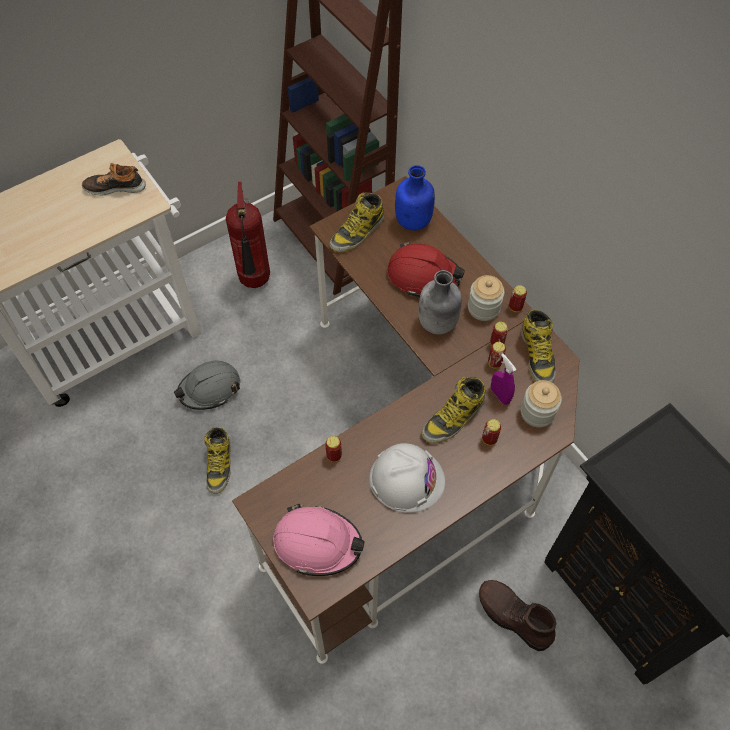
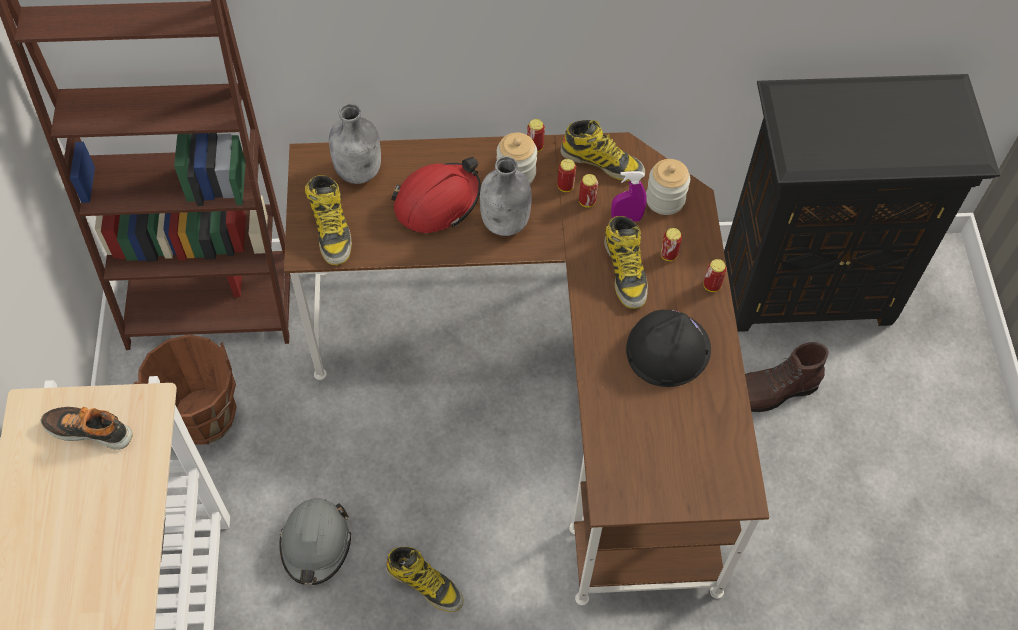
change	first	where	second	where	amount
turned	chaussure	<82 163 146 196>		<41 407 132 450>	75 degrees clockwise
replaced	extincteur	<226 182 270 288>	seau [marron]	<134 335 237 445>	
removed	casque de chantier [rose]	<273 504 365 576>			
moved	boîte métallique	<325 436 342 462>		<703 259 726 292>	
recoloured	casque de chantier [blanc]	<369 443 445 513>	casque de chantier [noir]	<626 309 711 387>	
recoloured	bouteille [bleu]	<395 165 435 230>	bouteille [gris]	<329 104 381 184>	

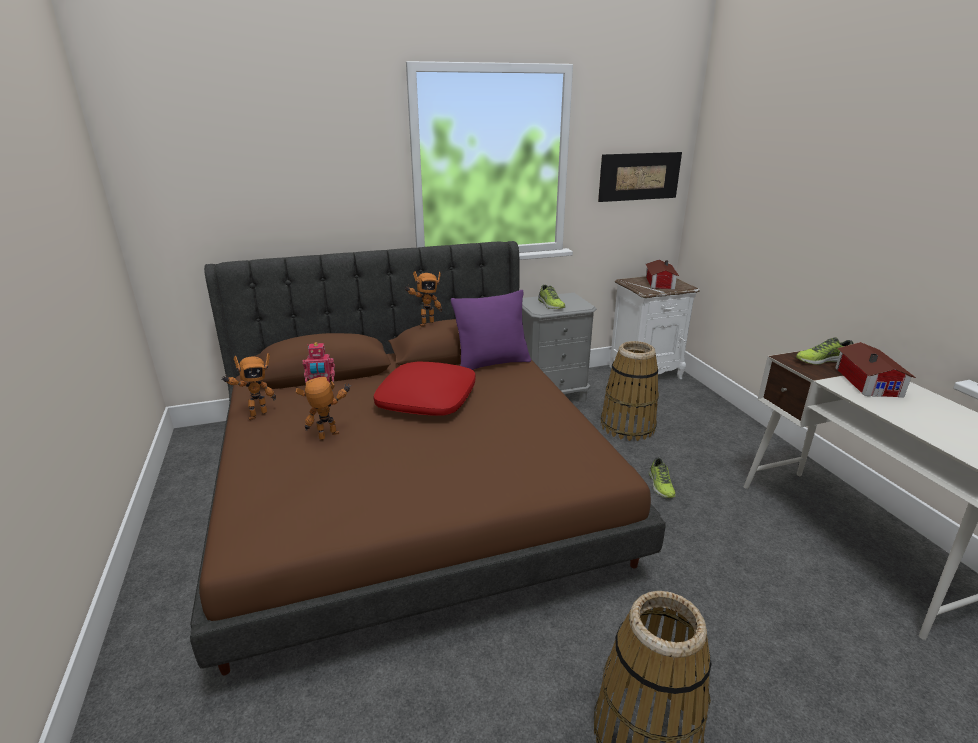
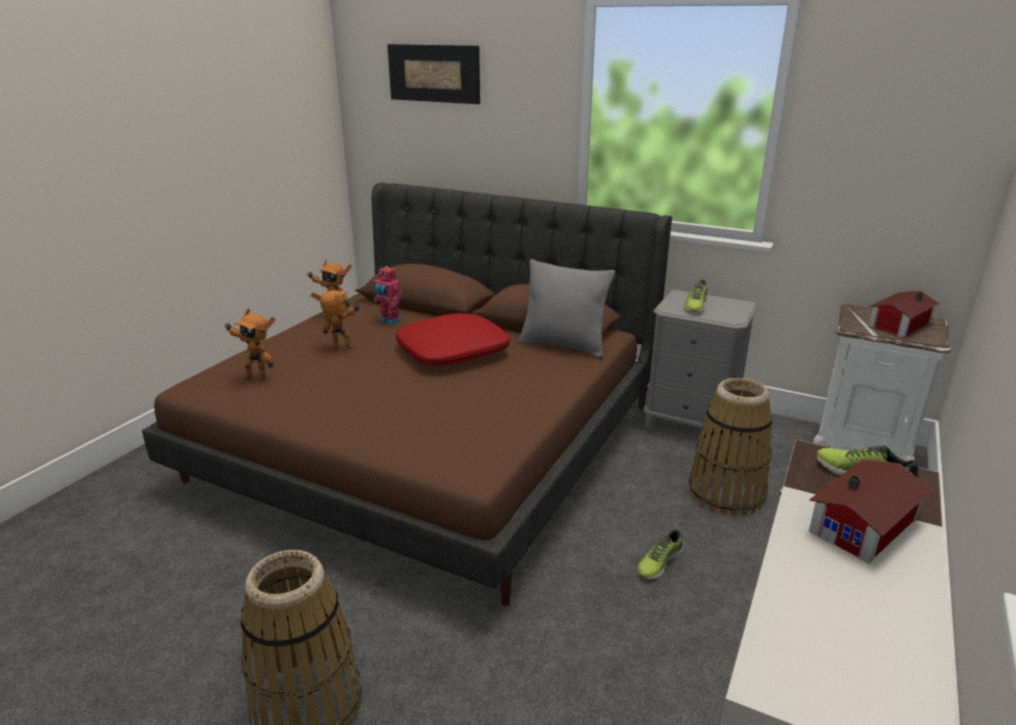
change	first	where	second	where	amount
moved	robot jouet	<404 271 442 326>		<224 308 276 379>	
recoloured	coussin [violet]	<451 290 531 370>	coussin [gris]	<518 259 615 358>	
moved	tableau	<598 152 682 202>		<387 44 480 104>	

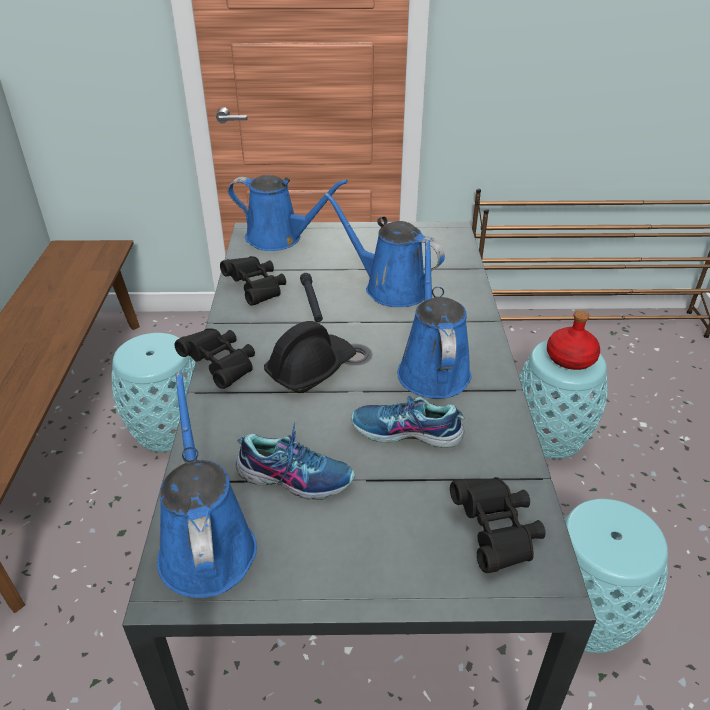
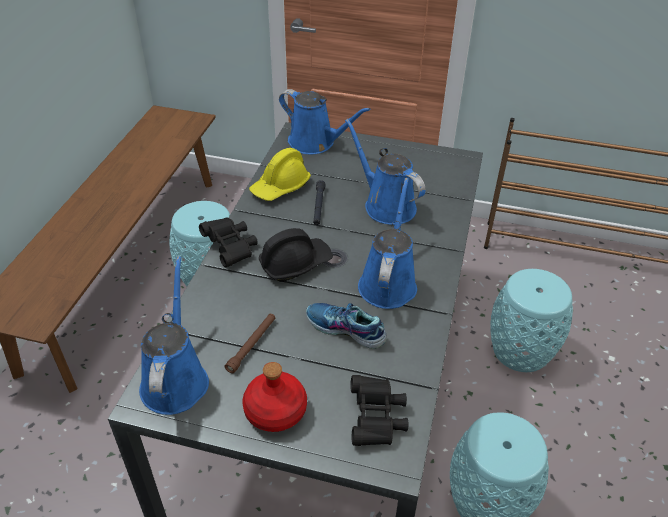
change	first	where	second	where	amount
replaced	jumelles [noir]	<220 256 286 306>	casque de chantier [jaune]	<249 148 311 201>	
replaced	chaussure	<236 422 355 500>	lampe de poche [marron]	<225 314 275 373>	
moved	bouteille [rouge]	<547 311 600 370>		<242 362 307 432>	

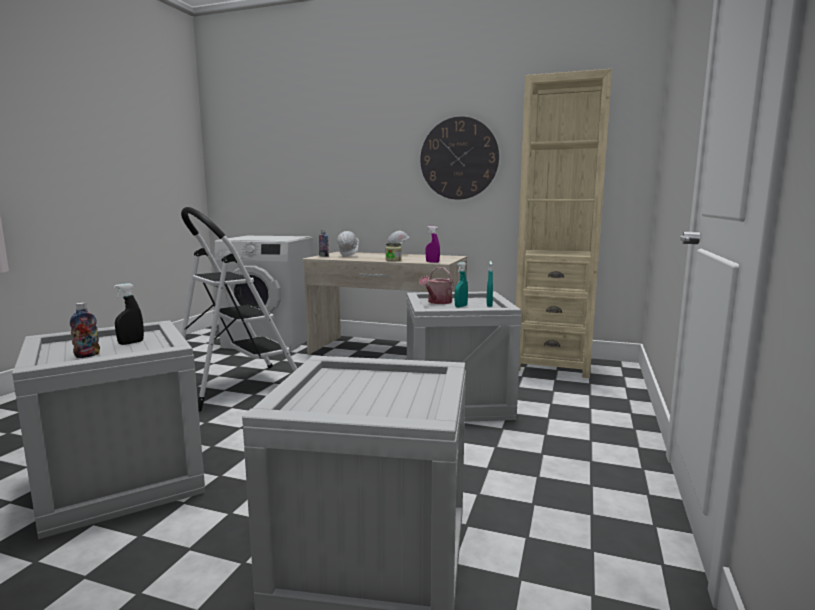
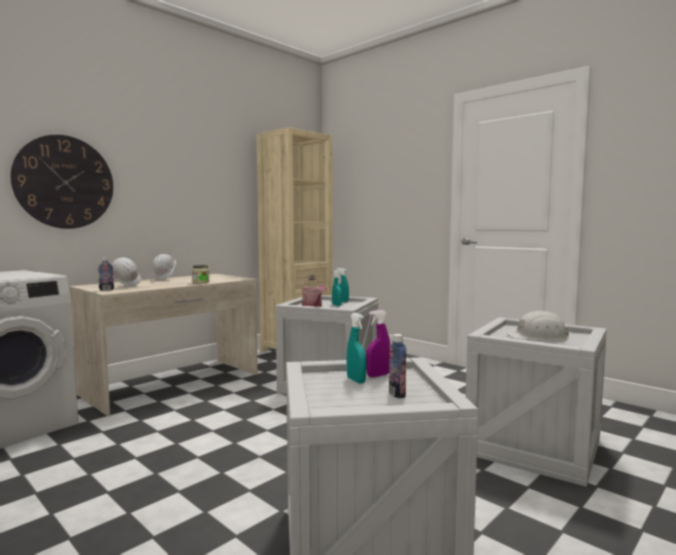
change	first	where	second	where	amount
recoloured	vaporisateur [noir]	<114 283 144 345>	vaporisateur [turquoise]	<347 313 367 384>	
removed	escabeau	<181 207 298 412>			
moved	horloge murale	<421 116 499 200>		<11 135 113 229>	
moved	vaporisateur [violet]	<426 226 440 263>		<366 310 390 377>	
added			casque de chantier [blanc]	<507 311 569 341>	

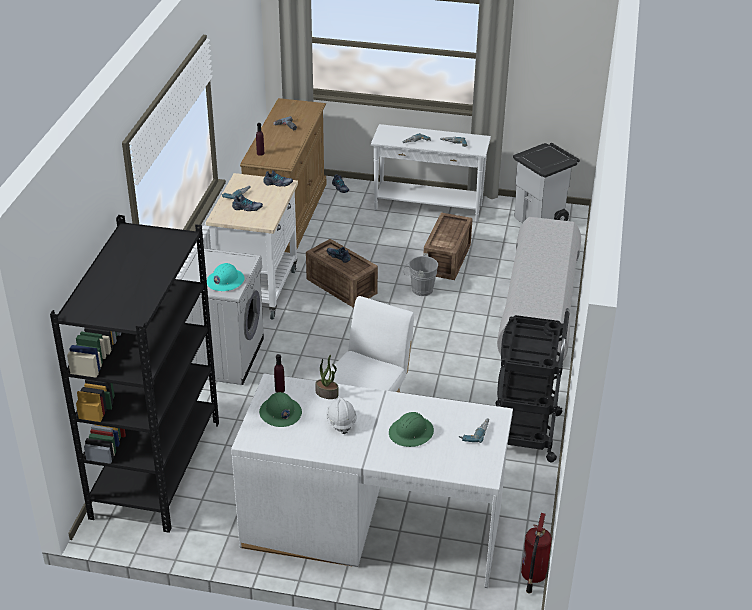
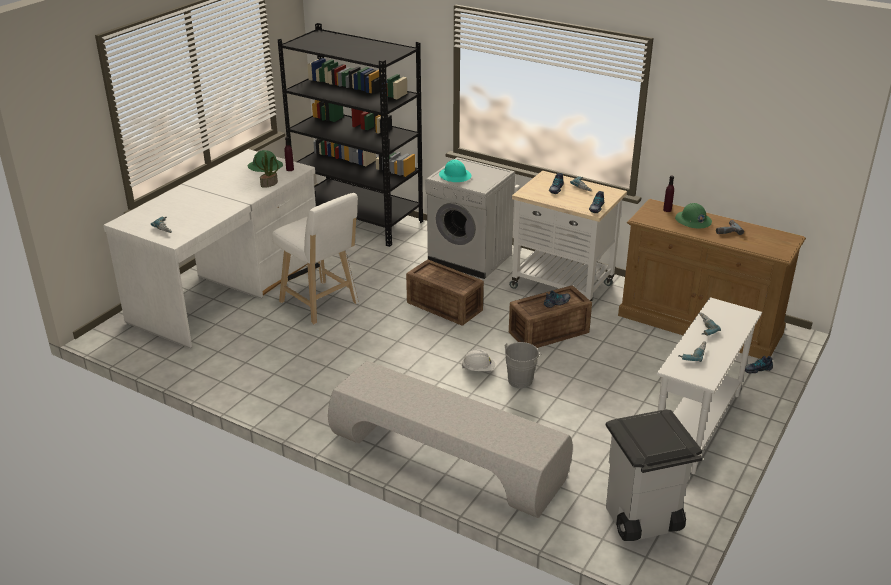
change	first	where	second	where	amount
moved	casque de chantier [blanc]	<326 397 357 434>		<462 349 495 371>	
moved	casque de chantier [vert]	<389 412 434 447>		<675 203 712 228>	
moved	caisse	<423 213 473 280>		<406 260 484 326>	
removed	chariot [noir]	<495 308 569 462>			
removed	extincteur	<521 513 552 594>			

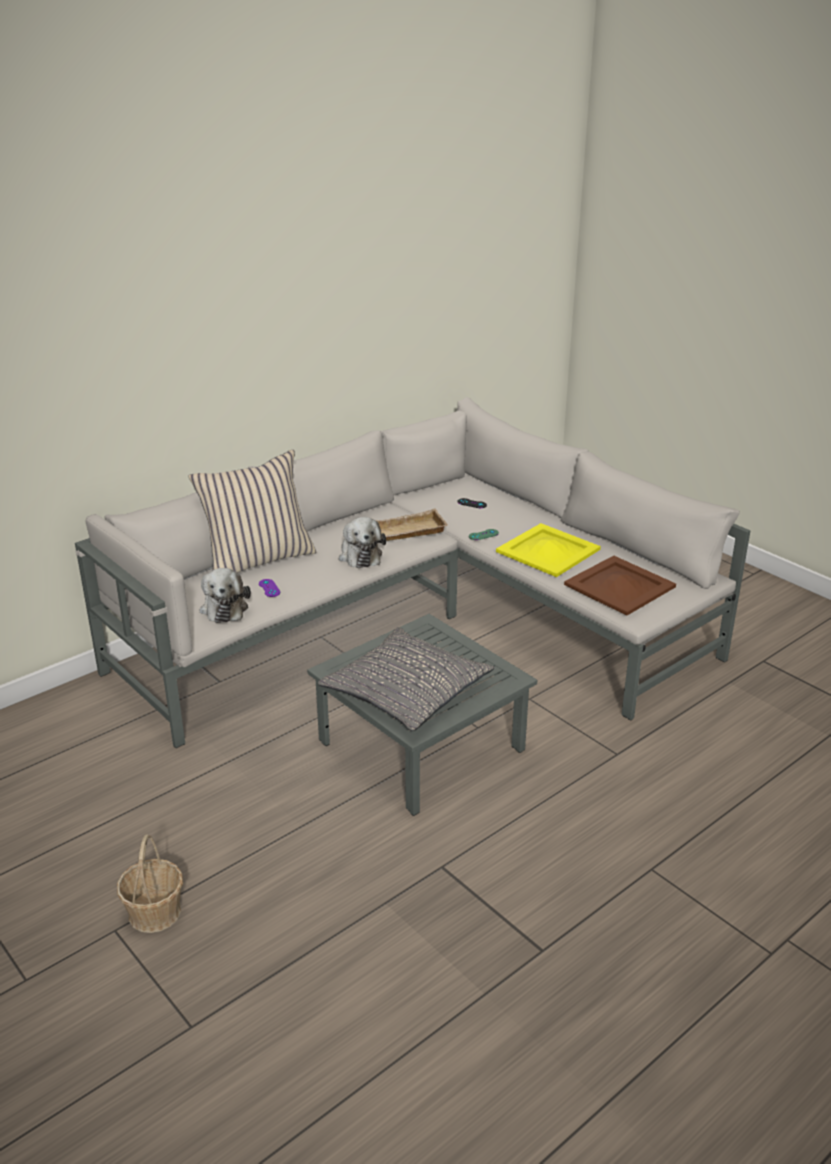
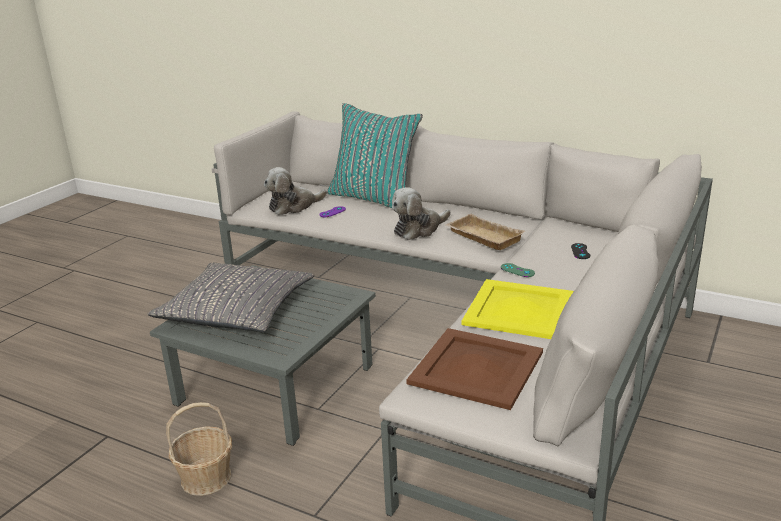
change	first	where	second	where	amount
moved	panier	<117 834 183 933>		<166 402 232 496>	
recoloured	coussin [beige]	<188 450 316 573>	coussin [turquoise]	<327 103 423 208>	

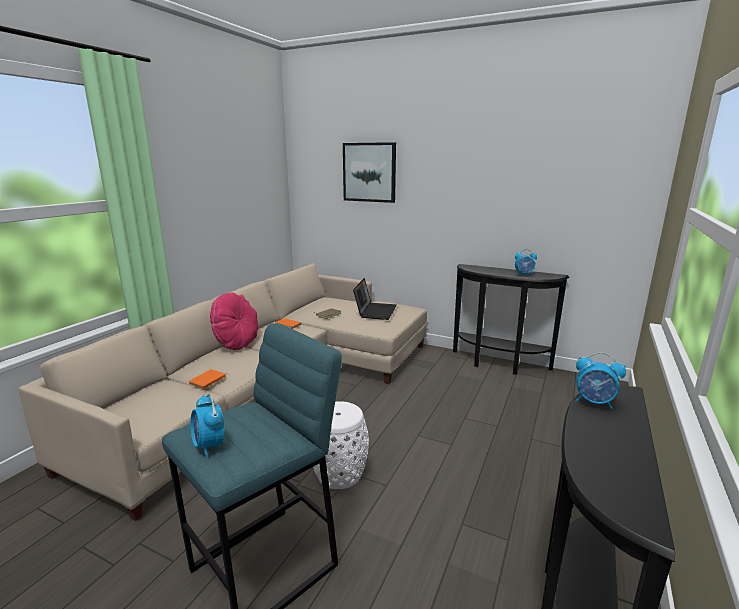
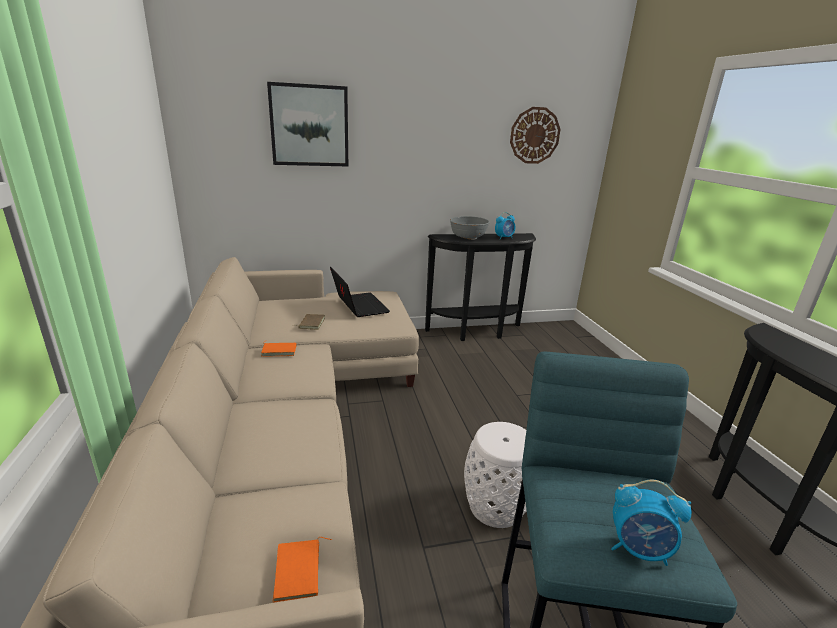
change	first	where	second	where	amount
moved	livre [orange]	<189 369 230 389>		<273 537 332 603>	
removed	coussin [rose]	<210 293 258 350>			
removed	réveil	<575 352 626 410>			
added			bol [gris]	<450 216 490 240>	
added			horloge murale	<510 107 561 164>	

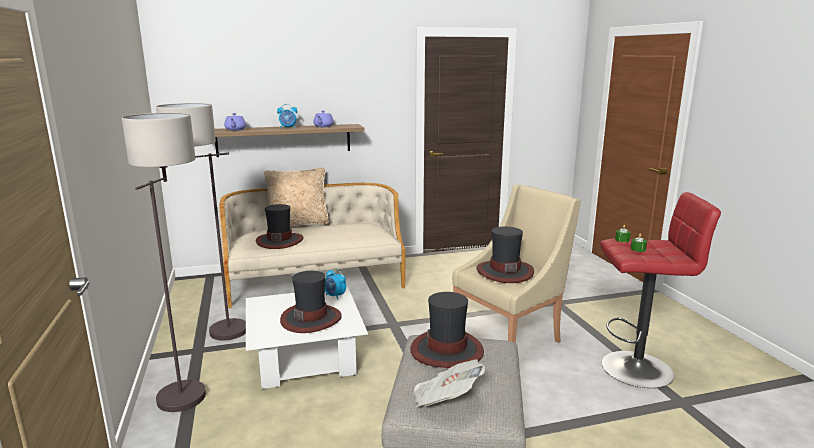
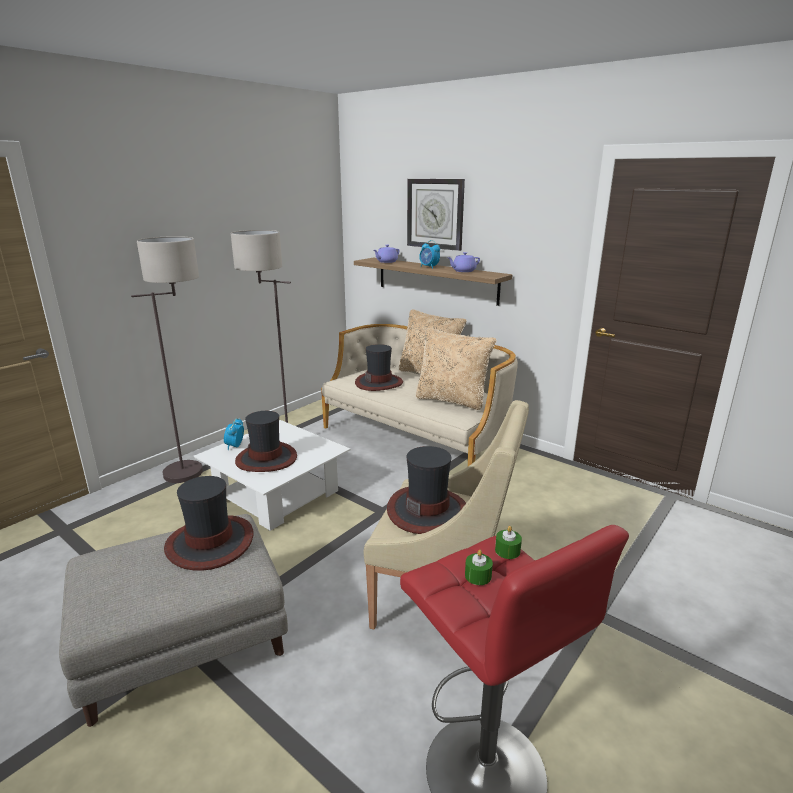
change	first	where	second	where	amount
moved	réveil	<325 268 346 300>		<224 418 244 450>	
removed	journal	<414 359 485 408>			
added			horloge murale	<407 179 465 251>	
added			coussin [beige]	<416 328 497 410>	

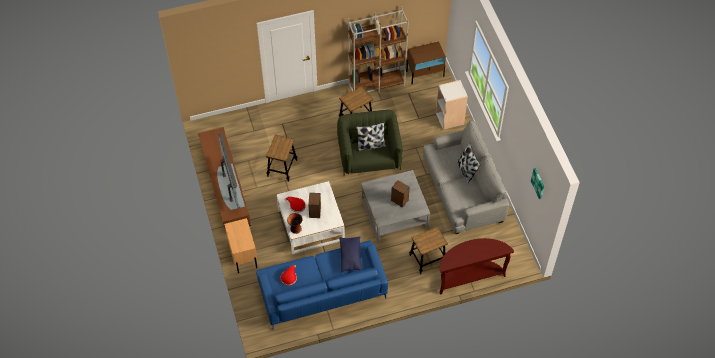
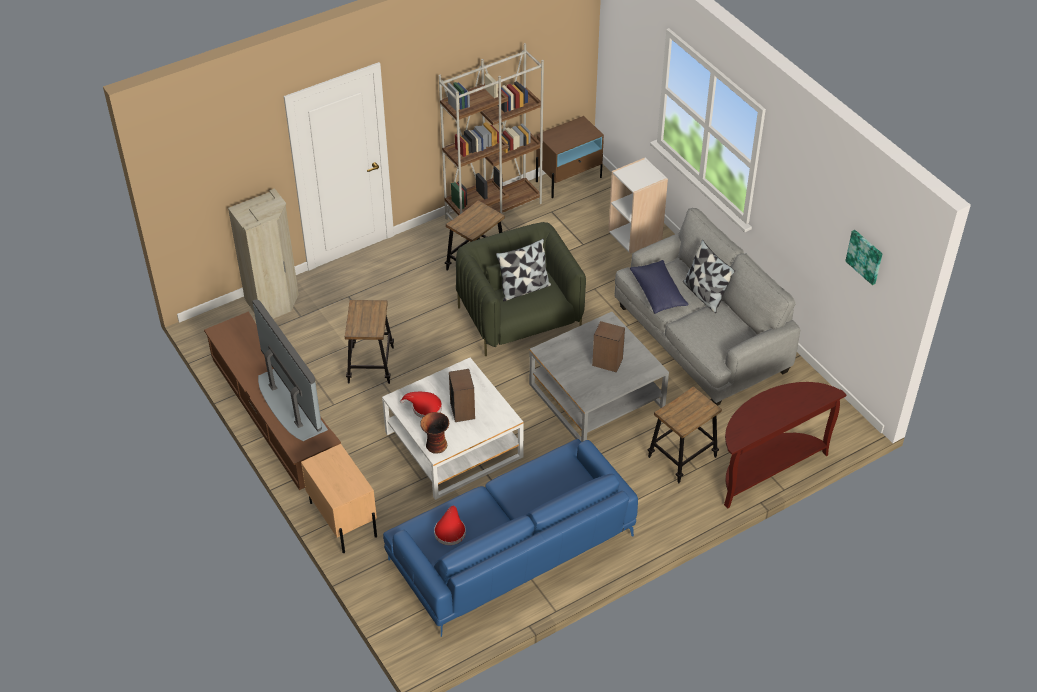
change	first	where	second	where	amount
moved	coussin [bleu]	<339 236 362 272>		<630 260 689 314>	
added			meuble de rangement [beige]	<228 188 299 319>	

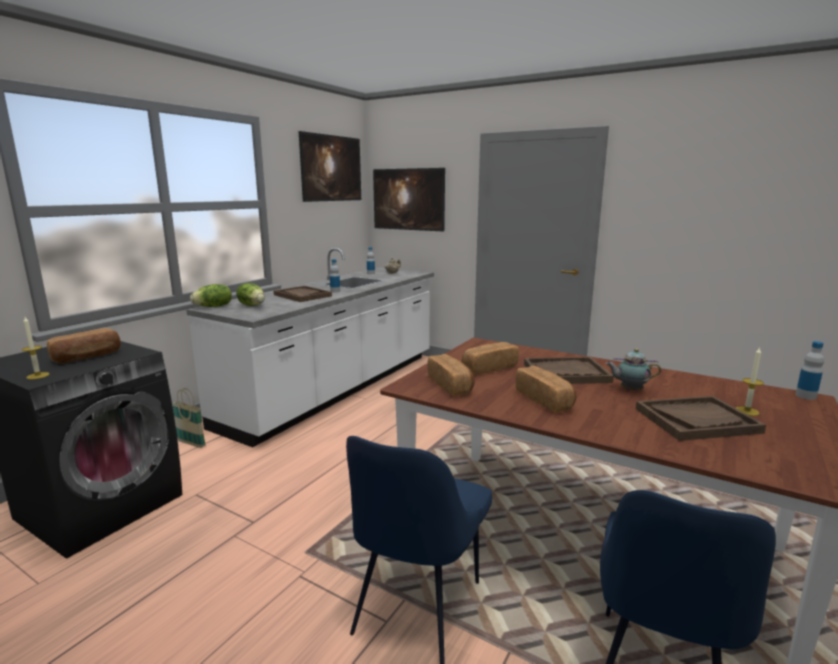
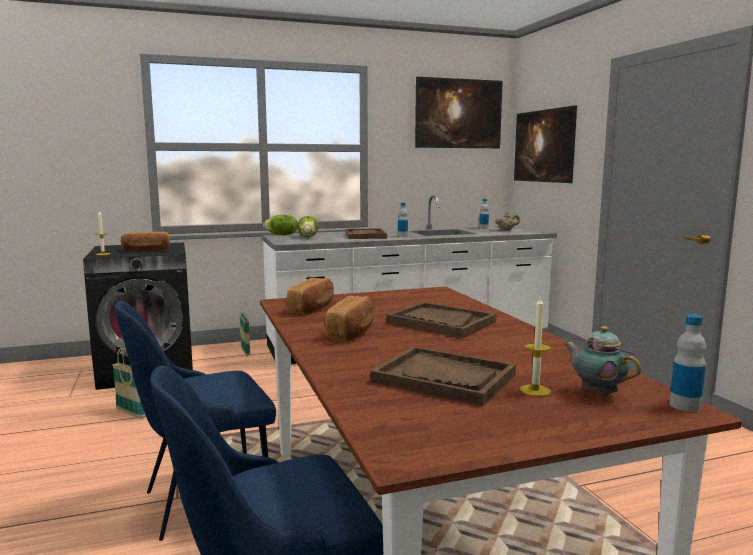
change	first	where	second	where	amount
removed	pain	<462 342 519 375>			
moved	théière	<606 348 661 391>		<564 326 641 397>	
added			panier	<112 347 146 419>	

